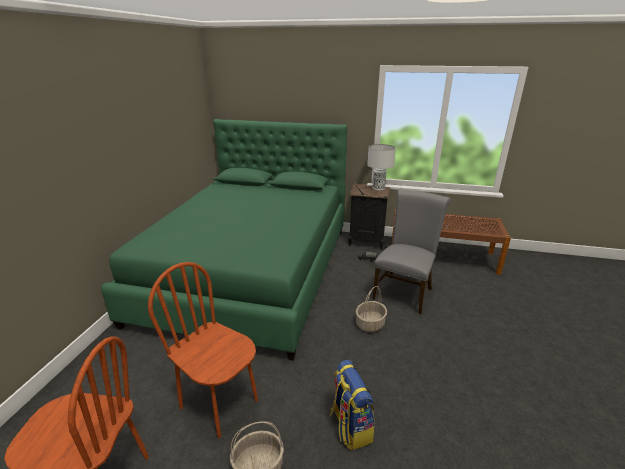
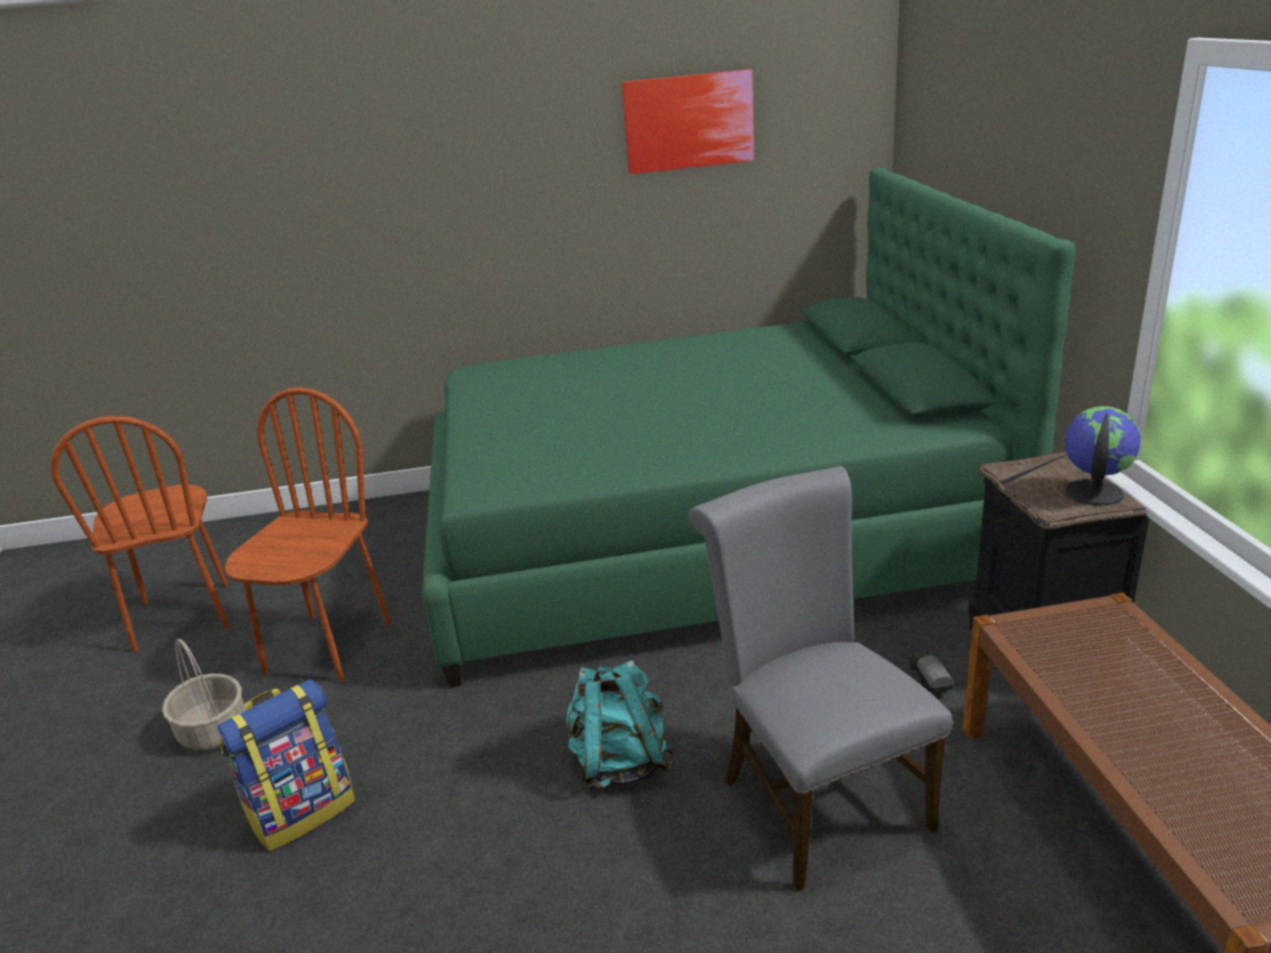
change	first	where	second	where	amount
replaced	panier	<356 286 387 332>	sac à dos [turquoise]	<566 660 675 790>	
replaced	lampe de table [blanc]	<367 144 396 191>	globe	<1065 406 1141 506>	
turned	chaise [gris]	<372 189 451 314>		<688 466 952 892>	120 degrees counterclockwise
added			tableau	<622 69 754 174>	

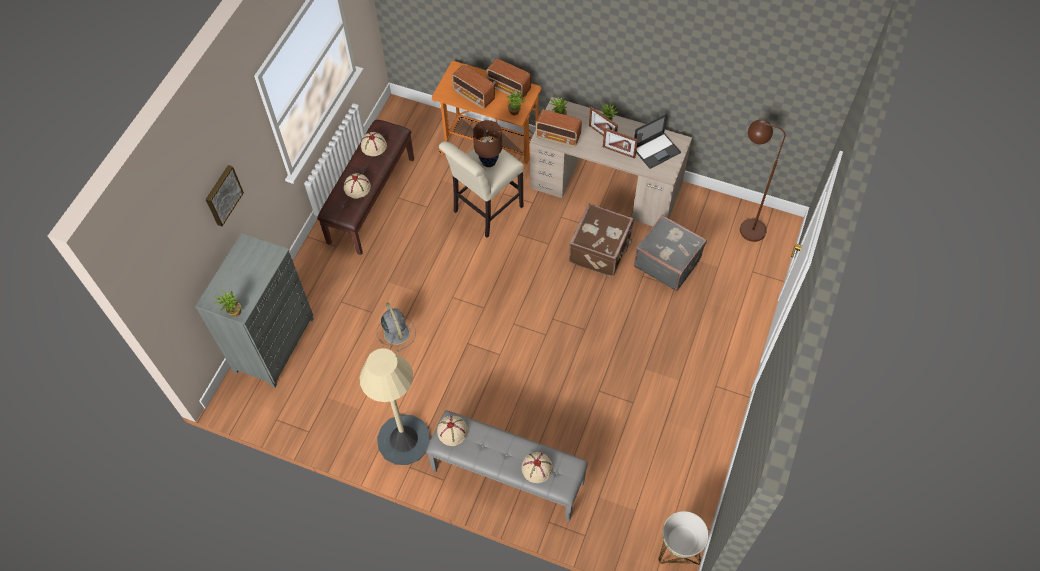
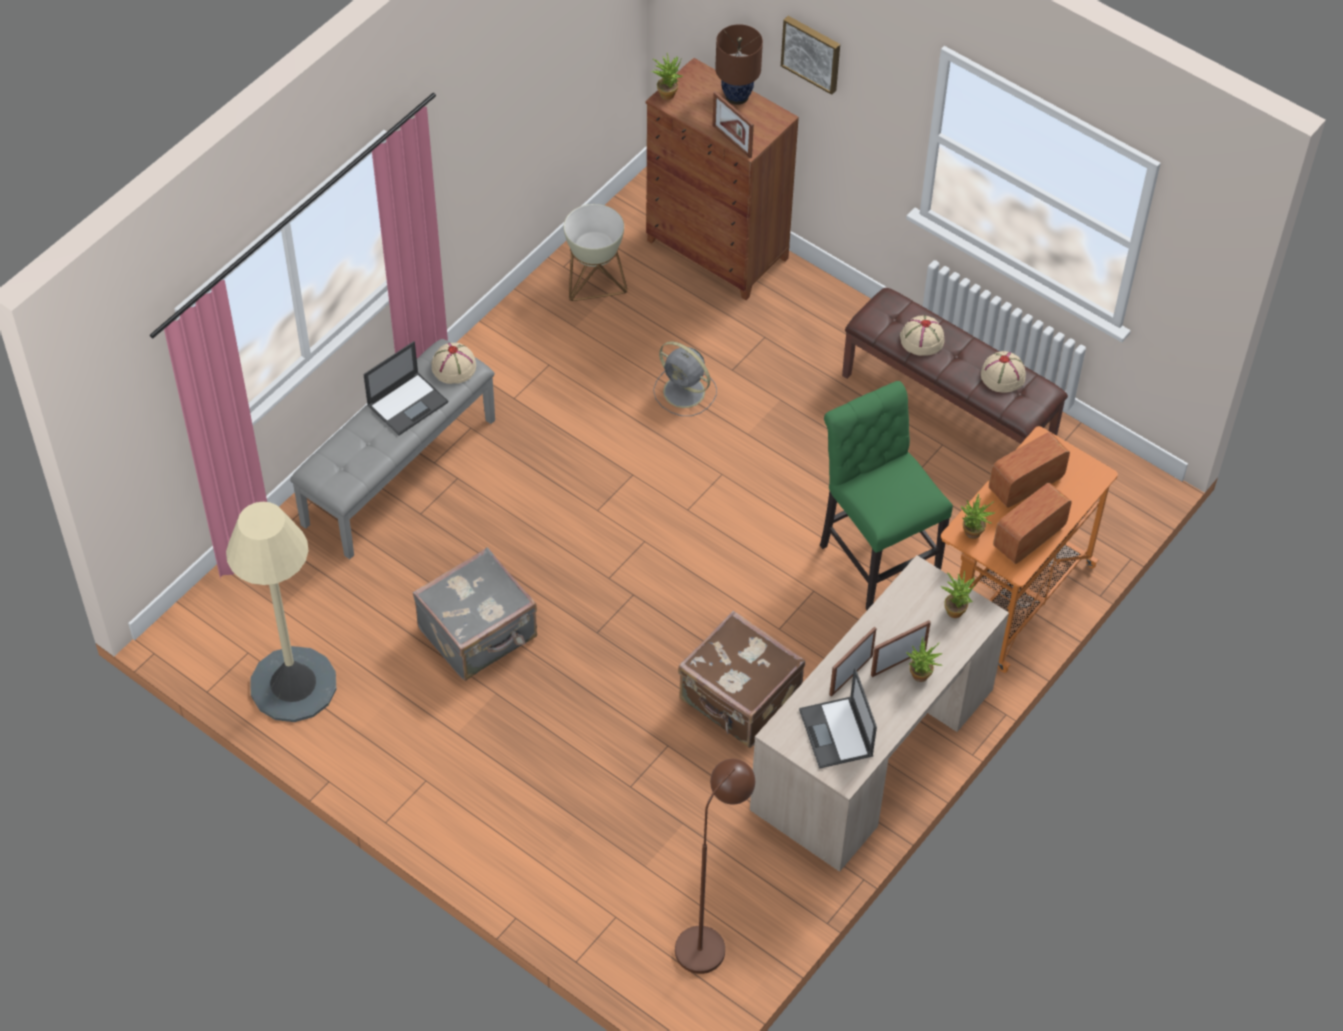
change	first	where	second	where	amount
recoloured	commode [gris]	<195 233 314 388>	commode [marron]	<646 58 799 300>	
moved	lampadaire [beige]	<359 348 431 465>		<226 502 336 722>	
turned	ventilateur [gris]	<377 302 416 352>		<653 341 717 416>	45 degrees clockwise
recoloured	tabouret [beige]	<439 137 524 238>	tabouret [vert]	<820 381 953 610>	
moved	lampe de table [marron]	<473 120 502 167>		<715 24 763 105>	
removed	chapeau [beige]	<522 452 553 483>			
removed	radio	<536 110 582 147>			
moved	valise [gris]	<634 215 707 291>		<413 547 537 681>	
moved	cache-pot	<658 511 709 565>		<564 204 627 301>	
added			ordinateur portable	<363 341 448 435>	
added			cadre photo	<712 91 754 158>	

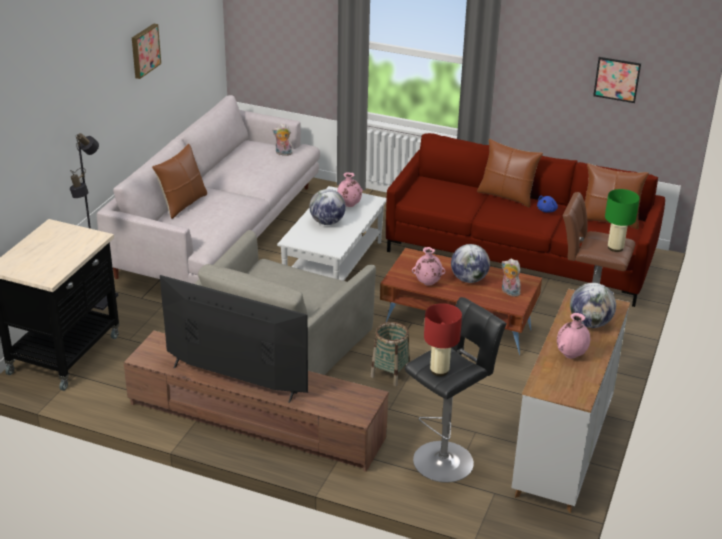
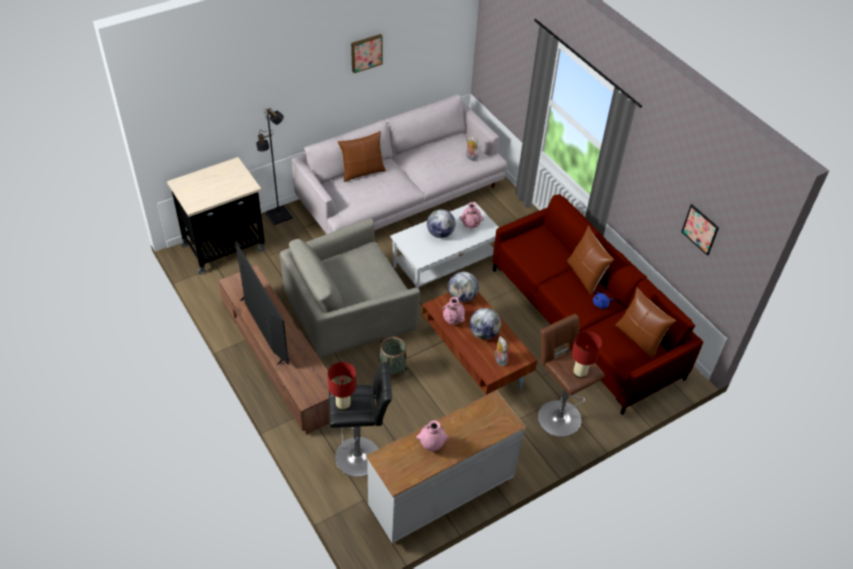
change	first	where	second	where	amount
moved	globe	<570 283 616 328>		<448 272 479 302>	
recoloured	lampe de table [vert]	<605 189 640 252>	lampe de table [rouge]	<572 331 602 378>	

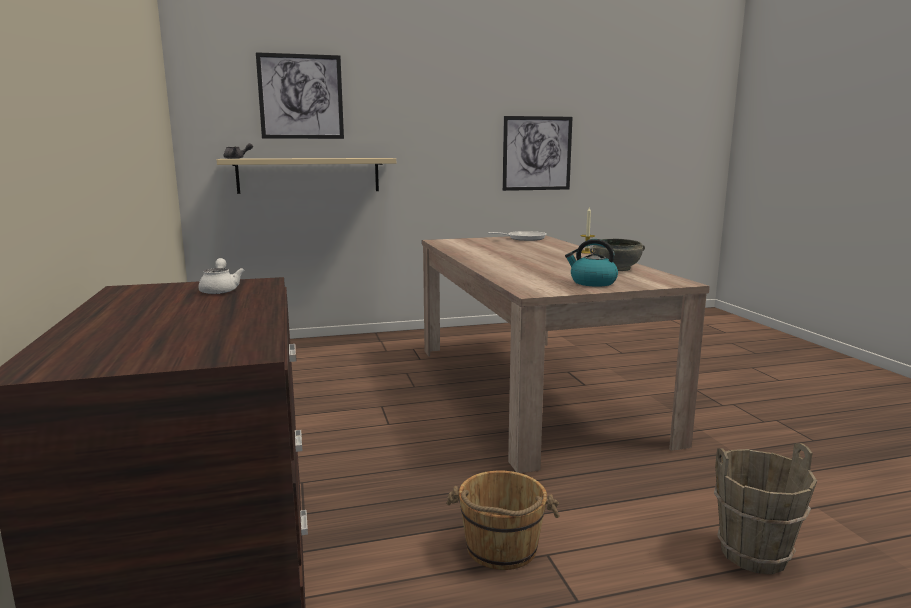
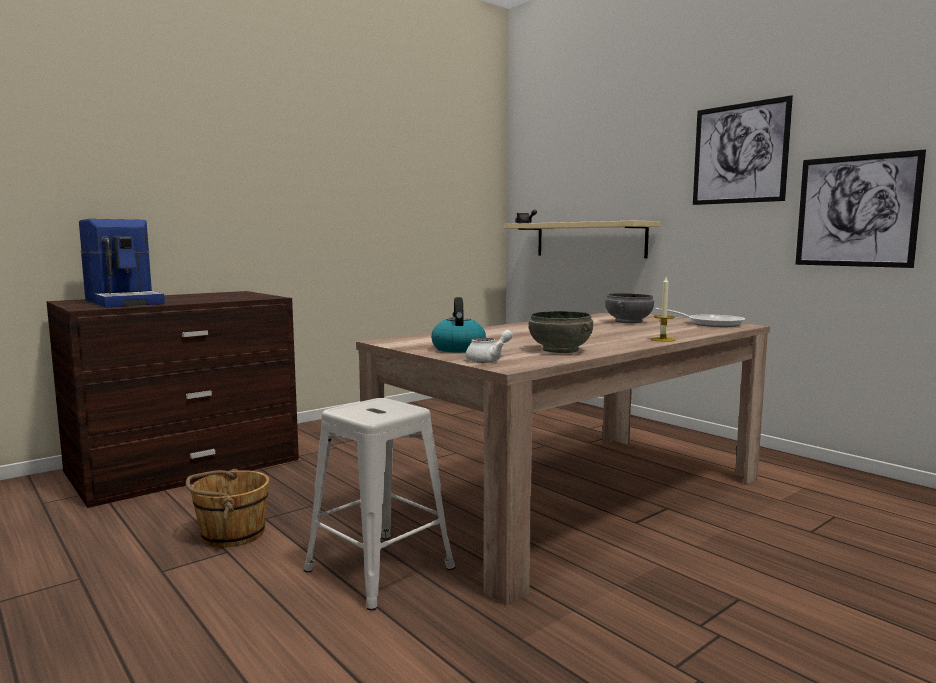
change	first	where	second	where	amount
moved	théière [blanc]	<198 258 244 294>		<465 330 513 363>	
moved	tableau	<256 52 344 139>		<693 95 793 205>	
removed	seau [marron]	<714 443 817 574>			
added			machine à café	<79 219 165 308>	
added			tabouret [blanc]	<304 398 455 610>	
added			bol [gris]	<605 293 654 323>	

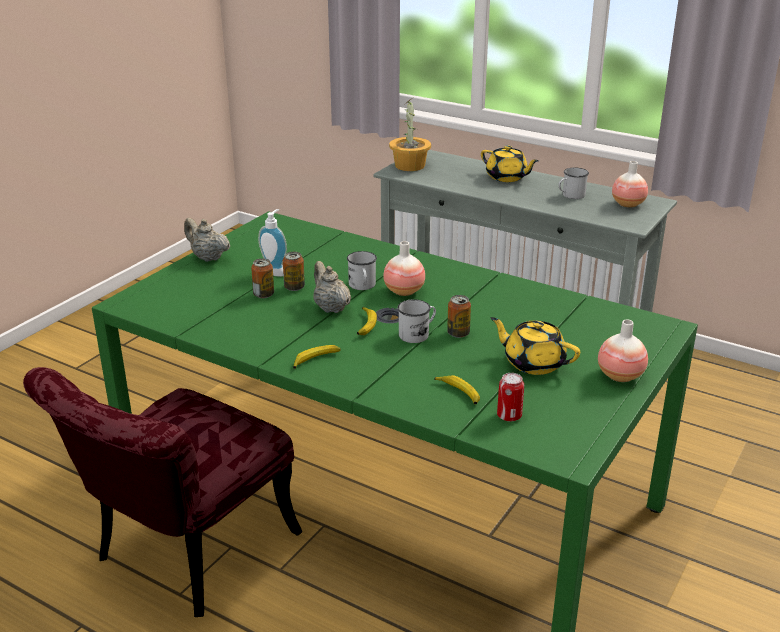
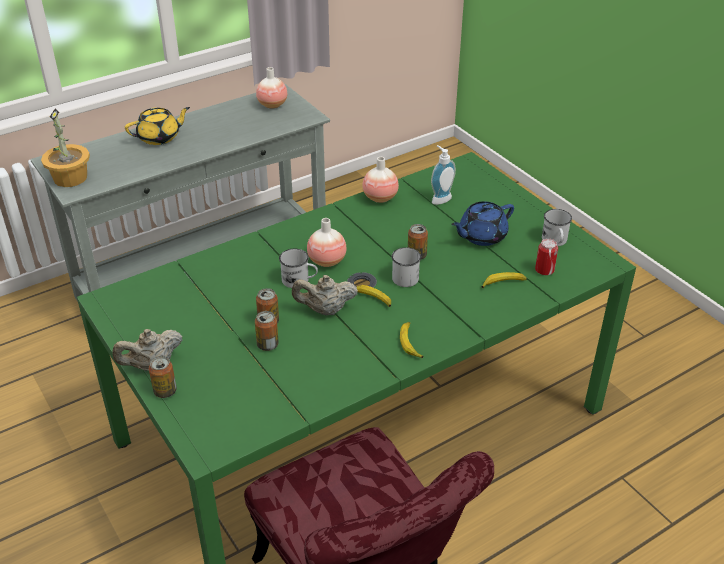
change	first	where	second	where	amount
moved	distributeur de savon	<258 209 287 277>		<431 145 456 205>	
recoloured	théière [jaune]	<491 317 580 375>	théière [bleu]	<451 201 514 246>	
moved	mug [blanc]	<558 168 589 199>		<542 209 572 246>	
moved	vase	<598 319 648 382>		<362 157 399 203>	
added			boîte métallique	<149 356 177 398>	

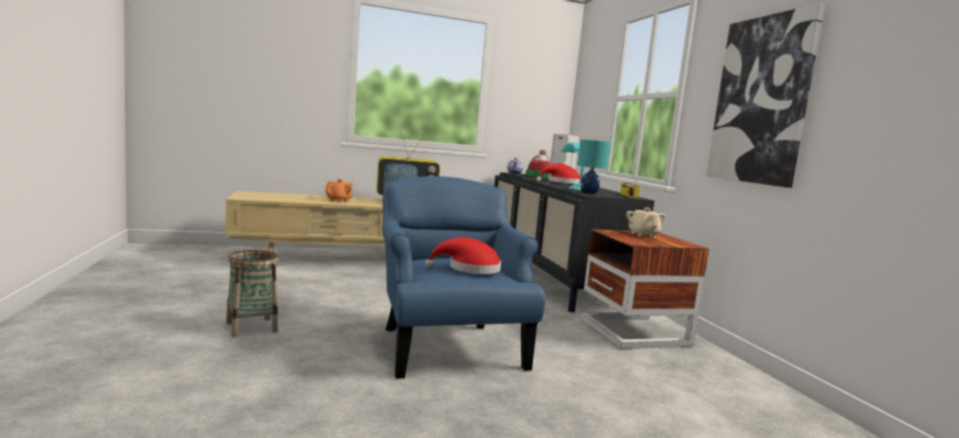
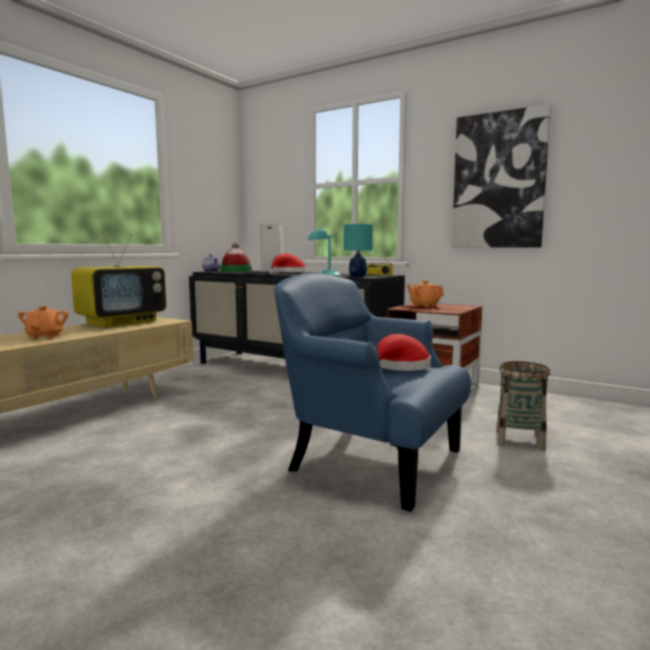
change	first	where	second	where	amount
moved	panier	<226 250 278 337>		<496 361 550 451>	
recoloured	théière [beige]	<626 207 666 238>	théière [orange]	<407 281 444 307>	

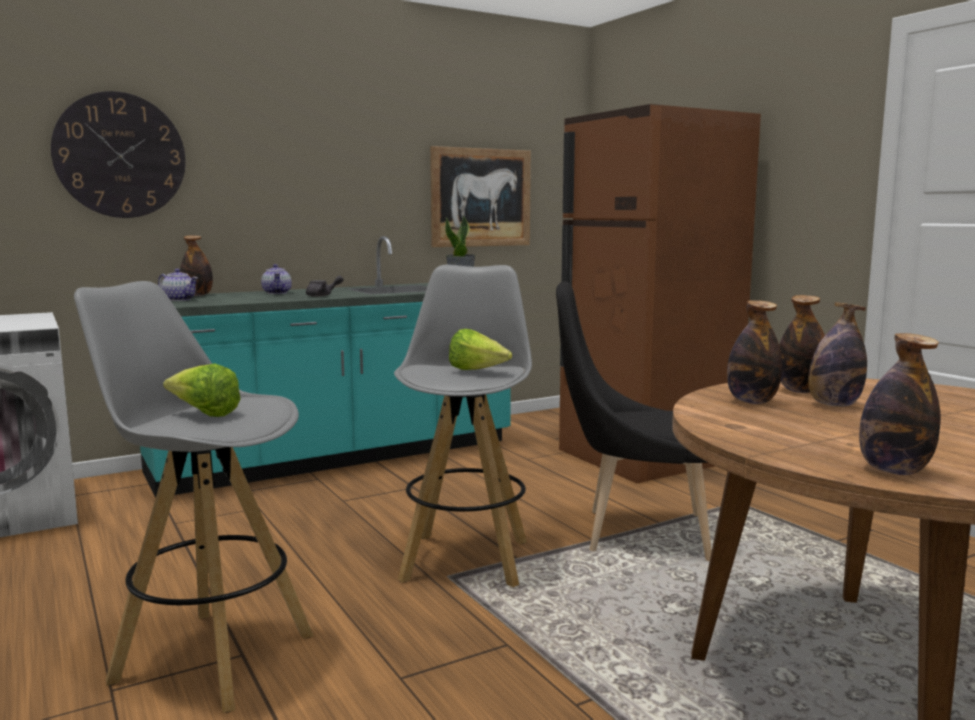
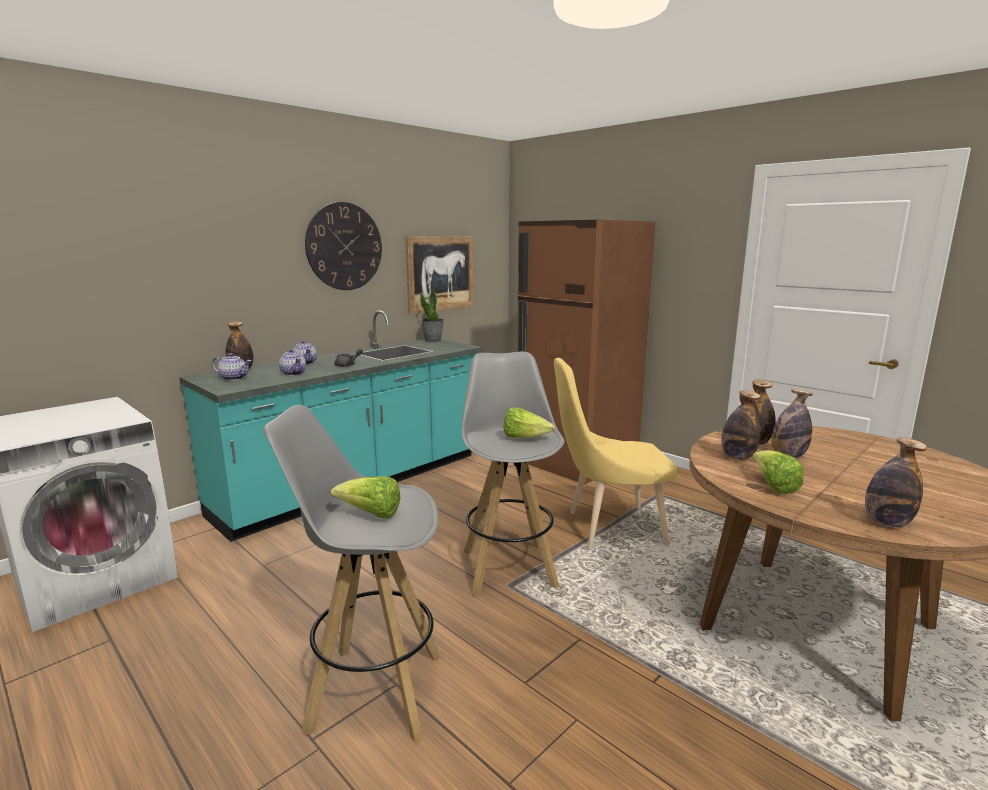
change	first	where	second	where	amount
moved	horloge murale	<51 91 186 218>		<305 202 382 290>	
recoloured	chaise [noir]	<556 281 712 561>	chaise [jaune]	<554 358 677 548>	
added			théière	<279 349 306 376>	
added			laitue	<753 450 804 494>	

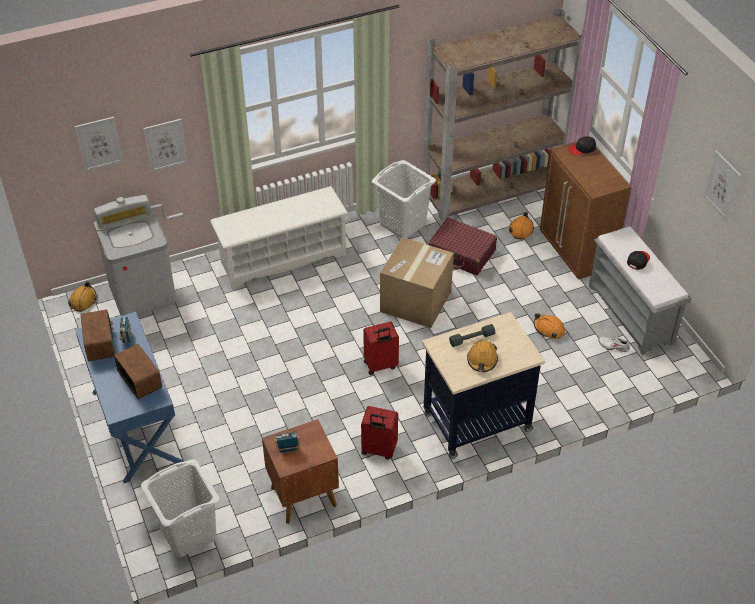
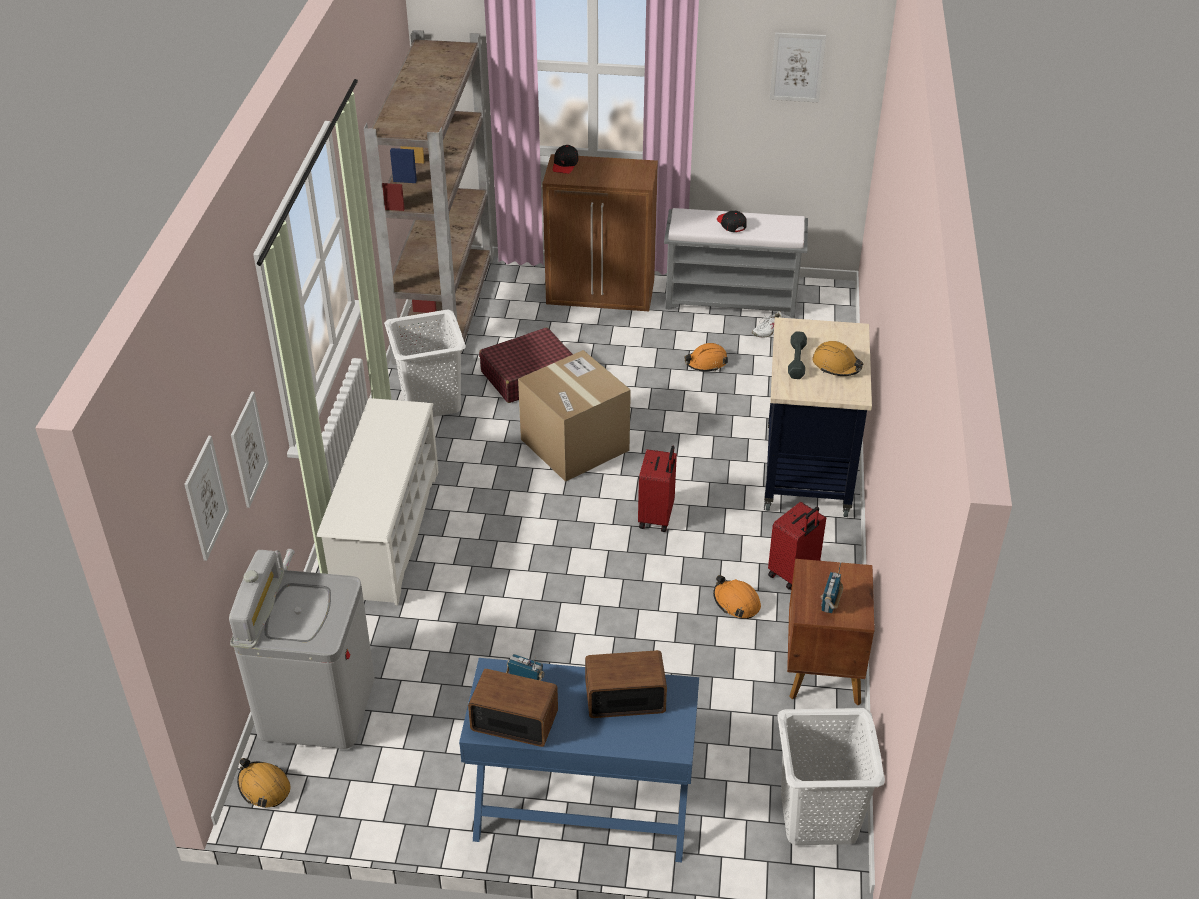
change	first	where	second	where	amount
moved	casque de chantier [orange]	<509 212 534 239>		<713 575 761 619>	

